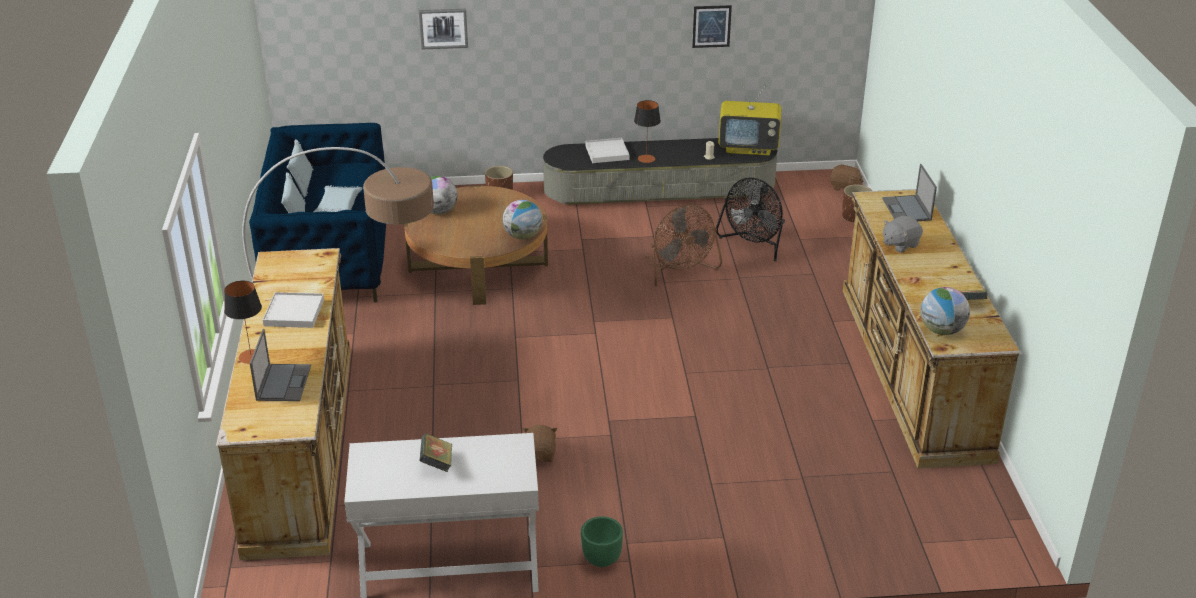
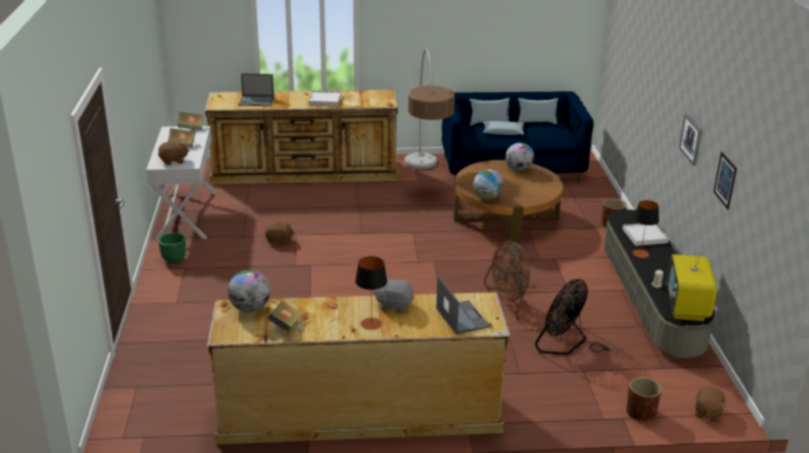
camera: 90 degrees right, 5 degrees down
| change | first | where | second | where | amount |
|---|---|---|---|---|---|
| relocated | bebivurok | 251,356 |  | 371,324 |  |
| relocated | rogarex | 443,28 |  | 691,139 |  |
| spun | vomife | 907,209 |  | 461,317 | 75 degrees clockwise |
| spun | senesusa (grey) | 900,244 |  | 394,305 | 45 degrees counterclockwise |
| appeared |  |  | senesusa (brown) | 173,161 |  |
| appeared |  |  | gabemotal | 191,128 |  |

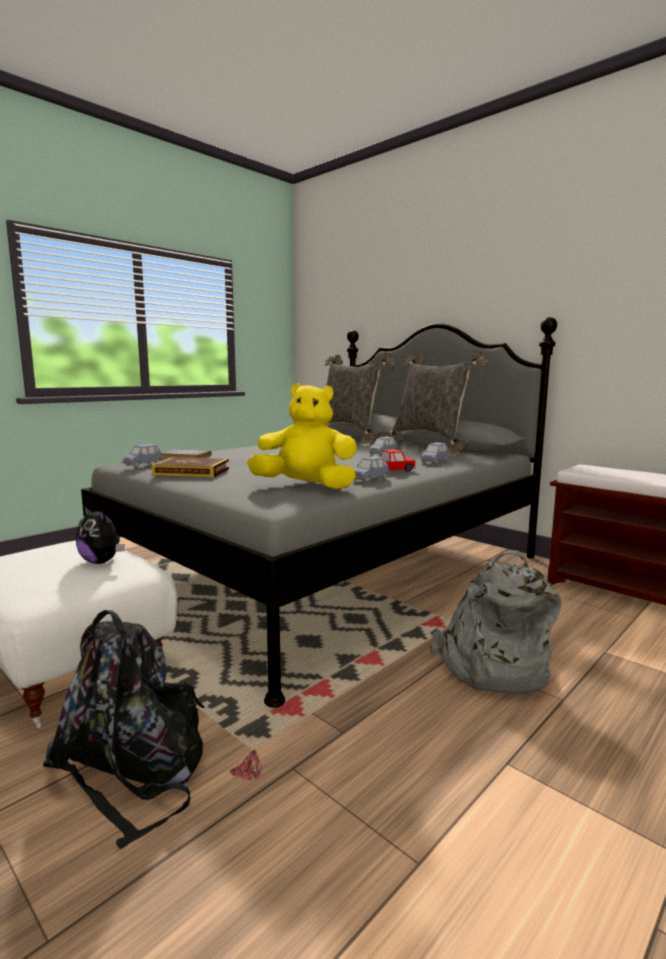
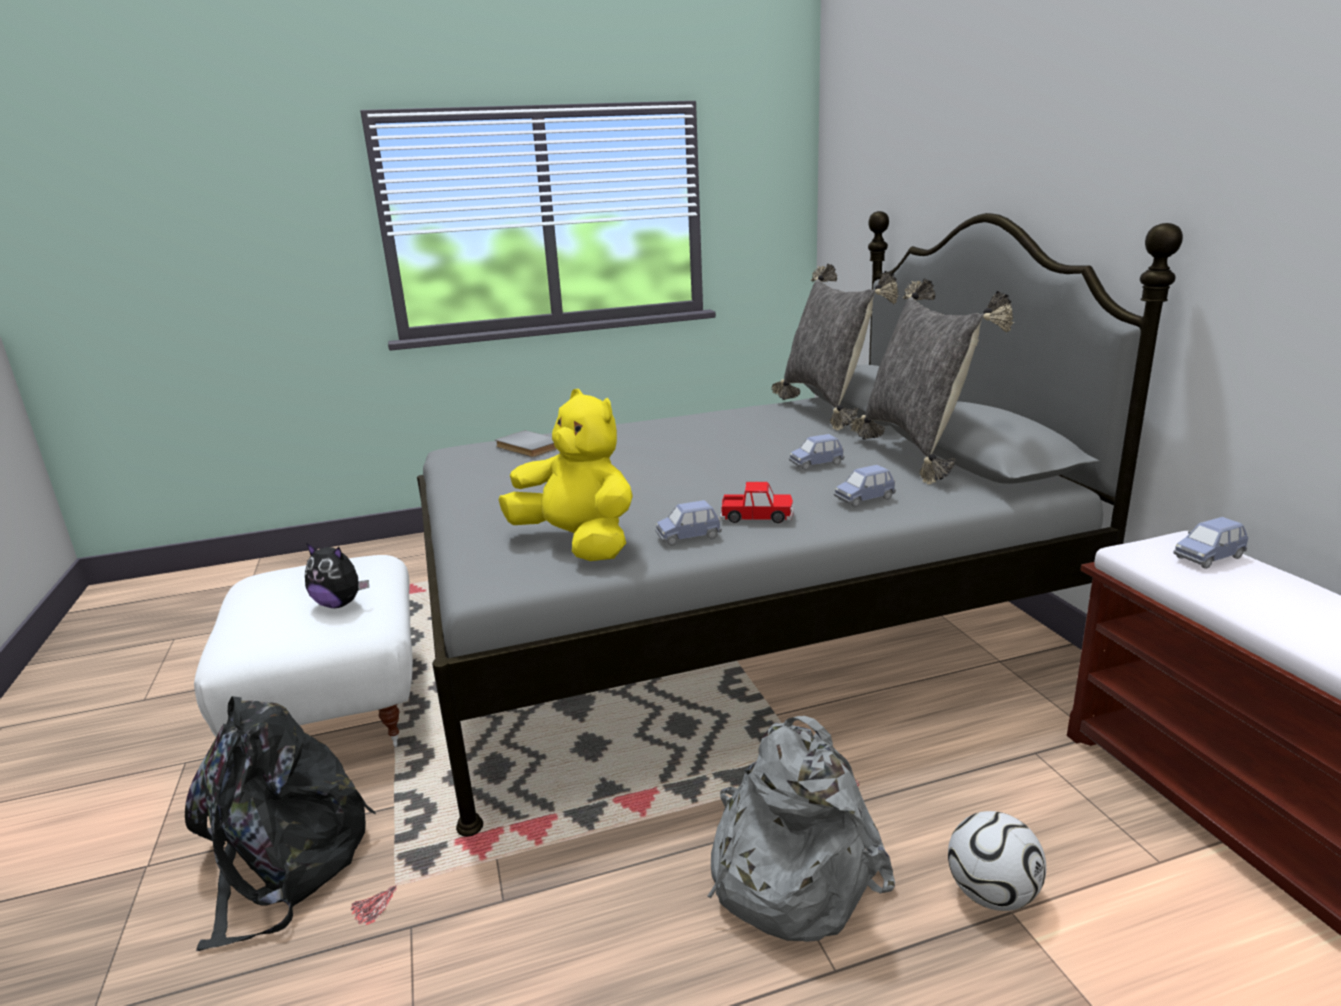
camera: 30 degrees right, 10 degrees up
| change | first | where | second | where | amount |
|---|---|---|---|---|---|
| spun | senesusa | 102,561 |  | 340,604 | 45 degrees counterclockwise |
| relocated | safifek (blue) | 143,464 |  | 1208,558 |  |
| missing | gabemotal | 191,472 |  |  |  |
| appeared |  |  | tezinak | 991,893 |  |

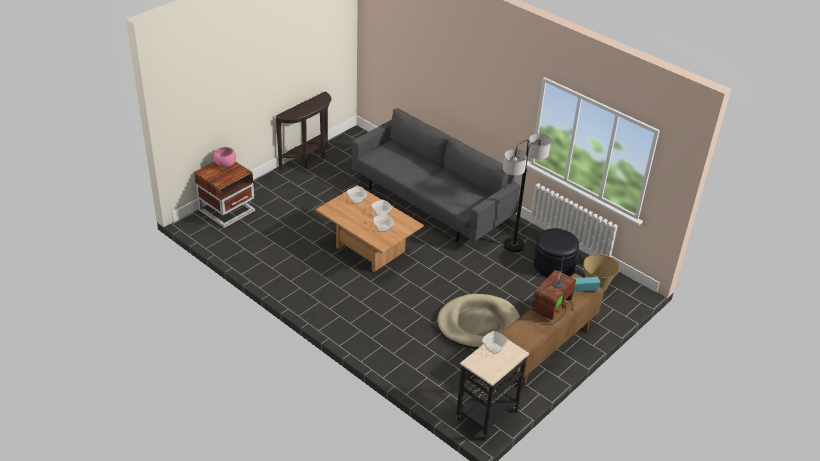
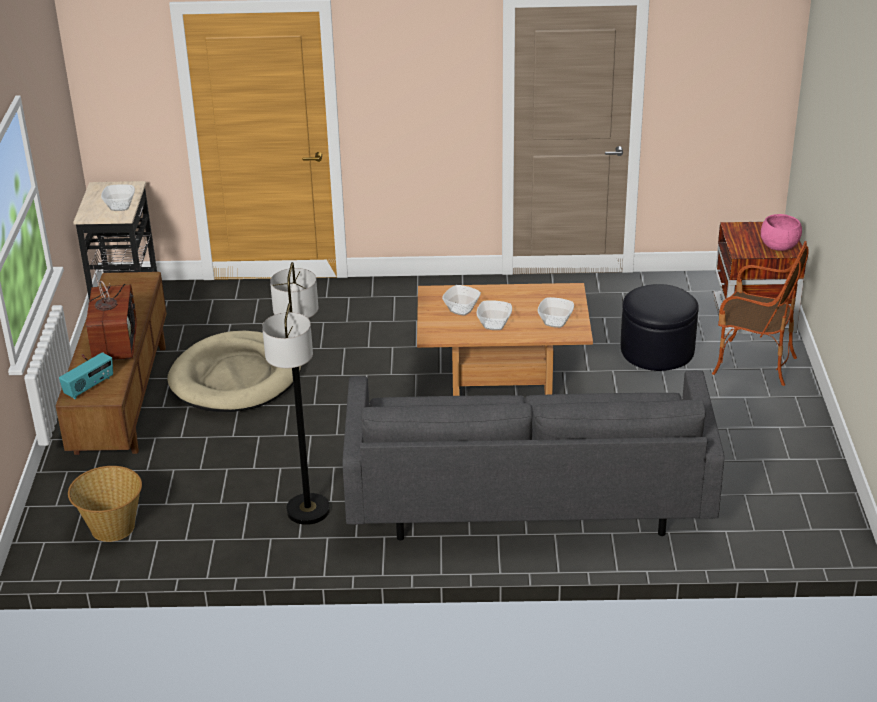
camera: 140 degrees right, 5 degrees down
| change | first | where | second | where | amount |
|---|---|---|---|---|---|
| missing | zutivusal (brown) | 309,159 |  |  |  |
| relocated | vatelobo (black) | 553,265 |  | 657,350 |  |
| appeared |  |  | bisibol | 753,364 |  |

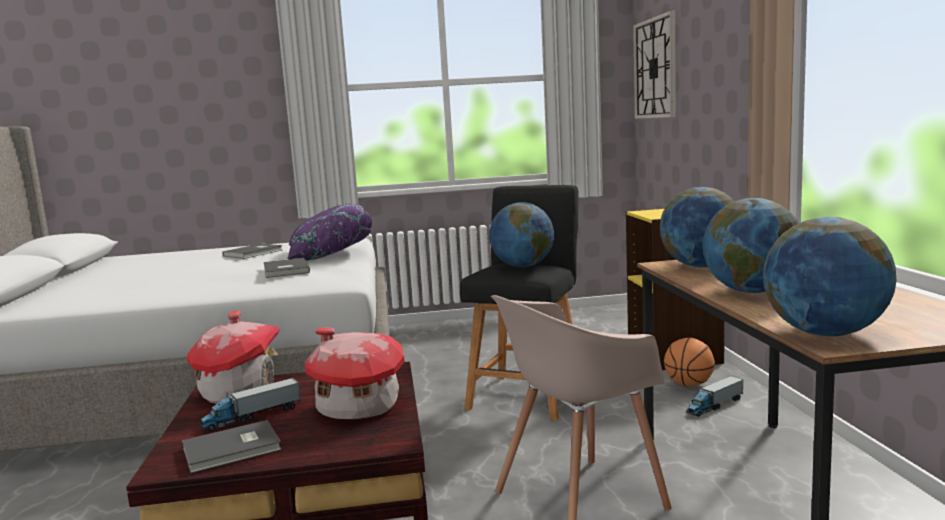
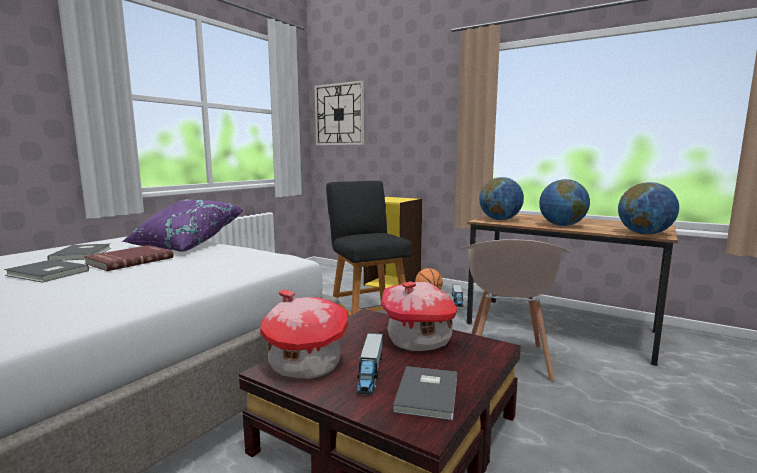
camera: 50 degrees left, 0 degrees up
| change | first | where | second | where | amount |
|---|---|---|---|---|---|
| relocated | gabemotal (grey) | 284,270 |  | 46,273 |  |
| missing | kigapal | 523,266 |  |  |  |
| appeared |  |  | gabemotal (red) | 129,260 |  |

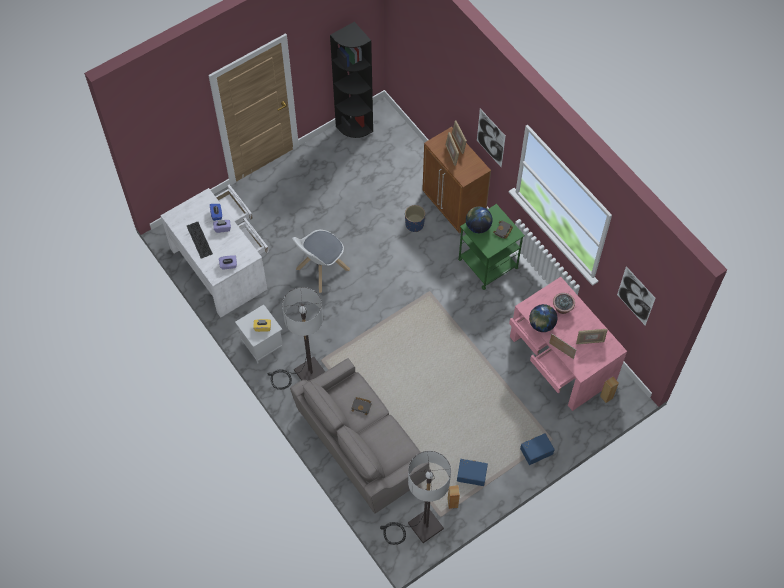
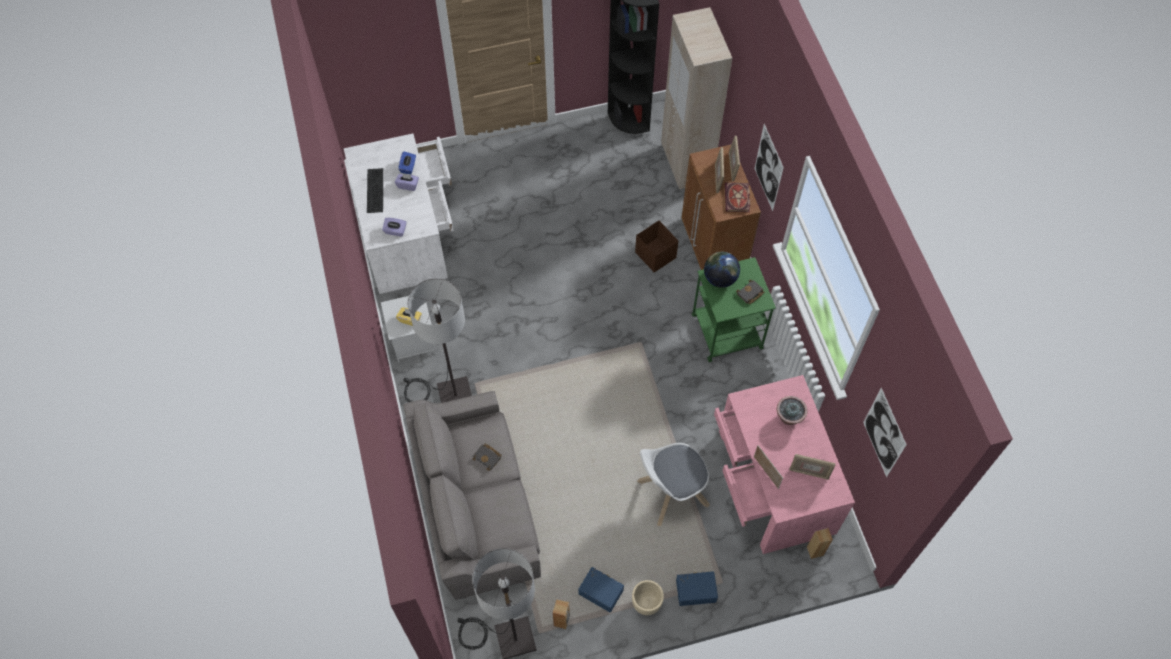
camera: 20 degrees right, 0 degrees up
| change | first | where | second | where | amount |
|---|---|---|---|---|---|
| relocated | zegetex | 321,270 |  | 670,493 |  |
| exchanged | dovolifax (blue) | 414,224 | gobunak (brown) | 655,255 |  |
| missing | kigapal | 541,324 |  |  |  |
| appeared |  |  | dovolifax (beige) | 646,603 |  |
| appeared |  |  | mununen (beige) | 685,165 |  |
| appeared |  |  | gabemotal | 737,199 |  |

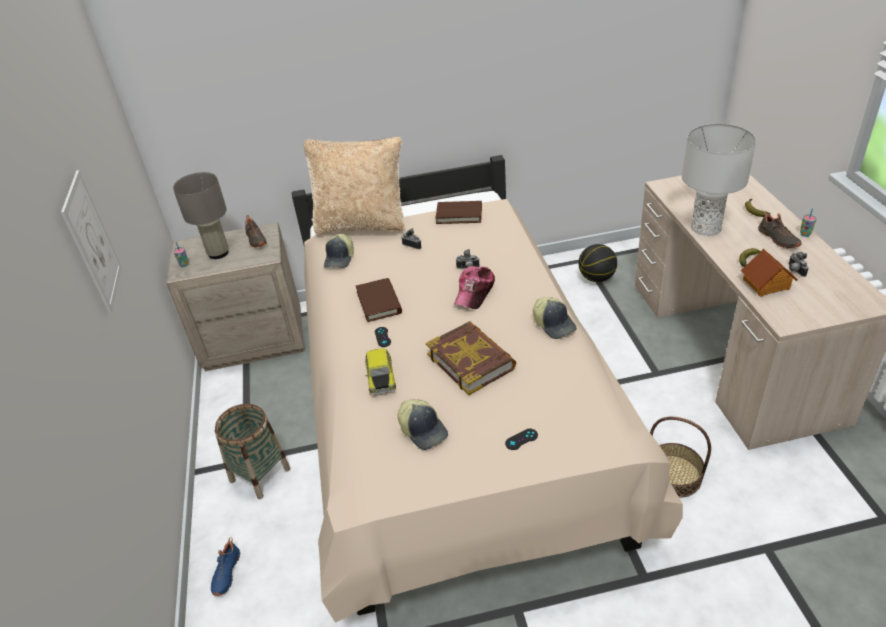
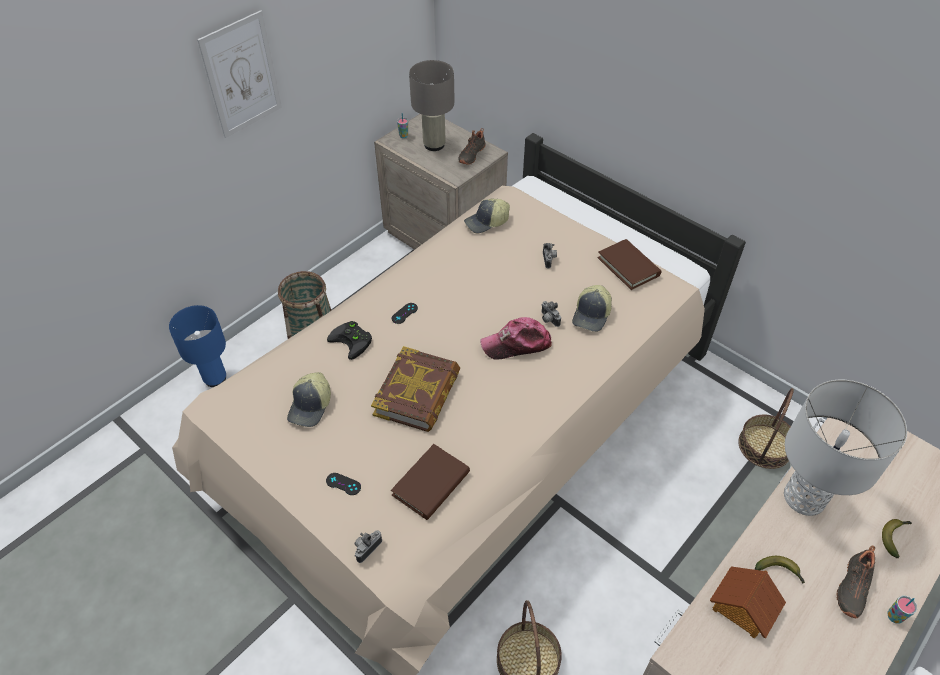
camera: 50 degrees right, 10 degrees up
| change | first | where | second | where | amount |
|---|---|---|---|---|---|
| exchanged | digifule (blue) | 225,573 | bebivurok (blue) | 216,379 |  |
| missing | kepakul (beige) | 362,227 |  |  |  |
| relocated | gabemotal (brown) | 379,302 |  | 431,484 |  |
| exchanged | safifek | 380,378 | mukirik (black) | 353,341 |  |
| relocated | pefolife | 554,324 |  | 592,315 |  |
| exchanged | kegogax | 597,278 | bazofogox | 765,446 |  |
| relocated | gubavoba | 794,271 |  | 367,548 |  |

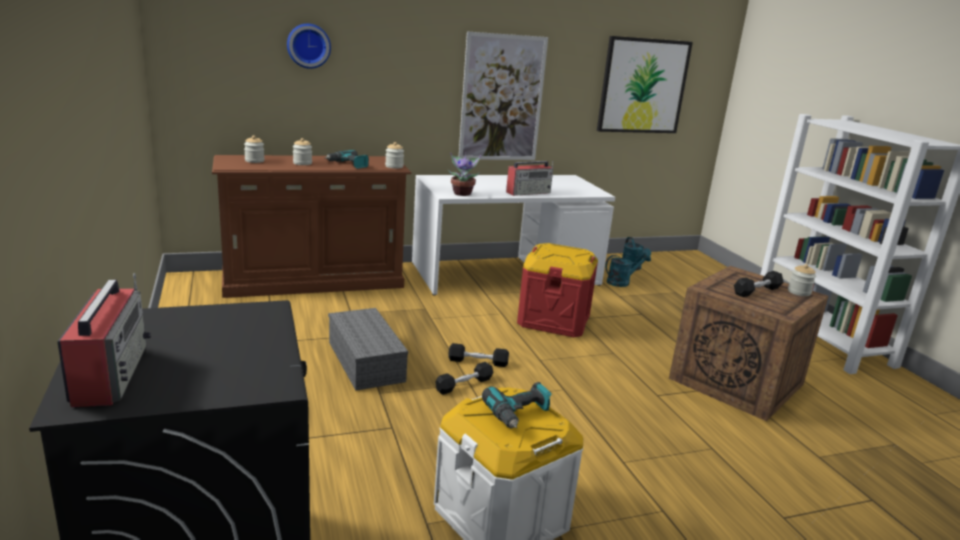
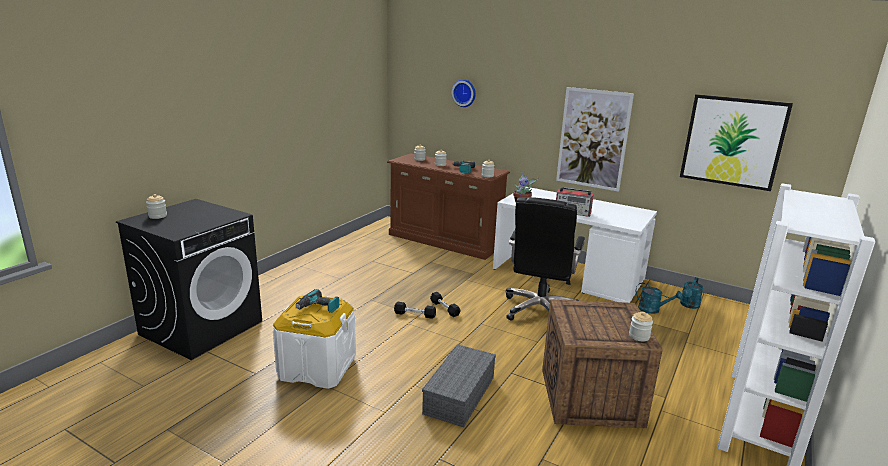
camera: 50 degrees right, 0 degrees up
| change | first | where | second | where | amount |
|---|---|---|---|---|---|
| exchanged | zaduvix | 110,373 | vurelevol | 157,216 |  |
| relocated | gobunak (grey) | 367,362 |  | 460,396 |  |
| exchanged | gobunak (red) | 554,320 | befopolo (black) | 539,309 |  |
| missing | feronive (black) | 757,291 |  |  |  |

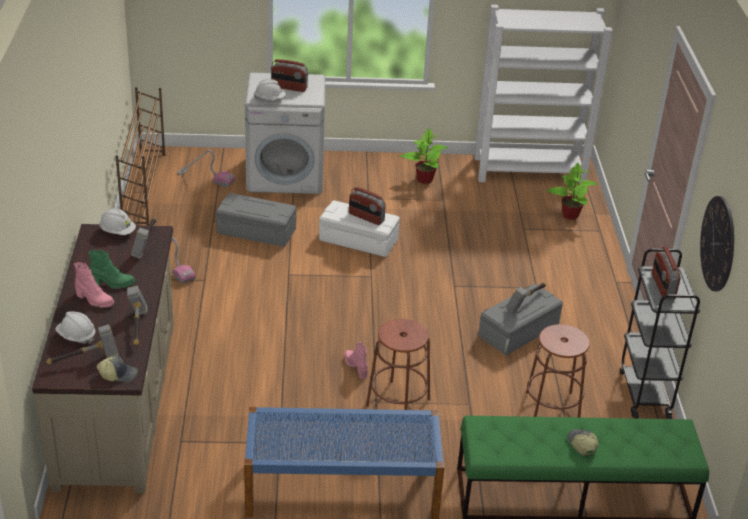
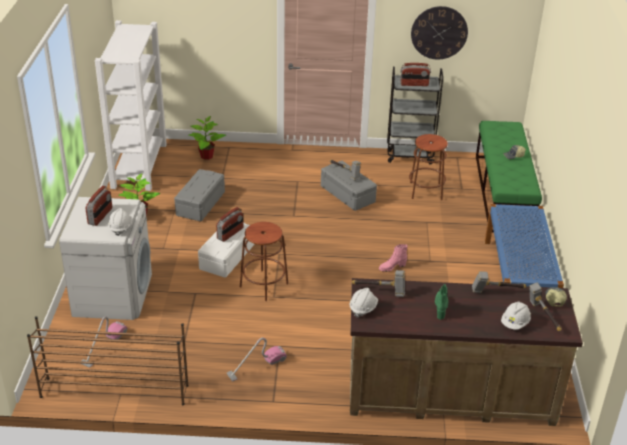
camera: 85 degrees left, 0 degrees up
| change | first | where | second | where | amount |
|---|---|---|---|---|---|
| missing | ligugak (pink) | 94,300 |  |  |  |
| relocated | gobunak (grey) | 257,231 |  | 200,203 |  |
| relocated | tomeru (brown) | 398,402 |  | 264,285 |  |

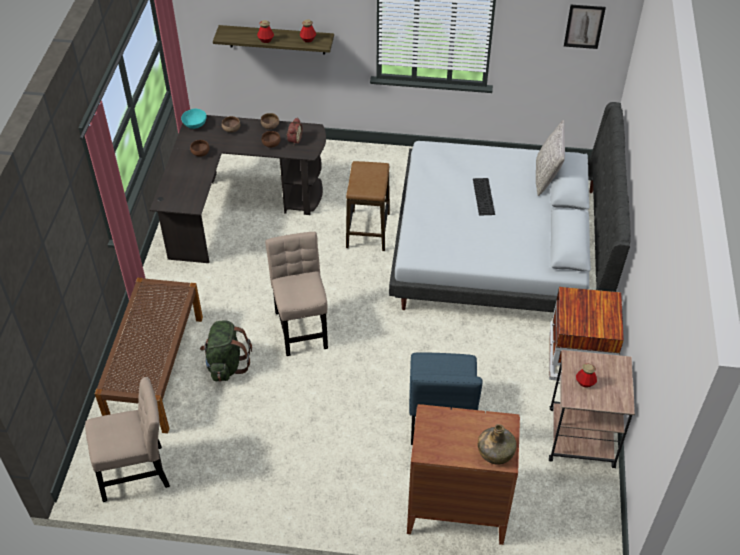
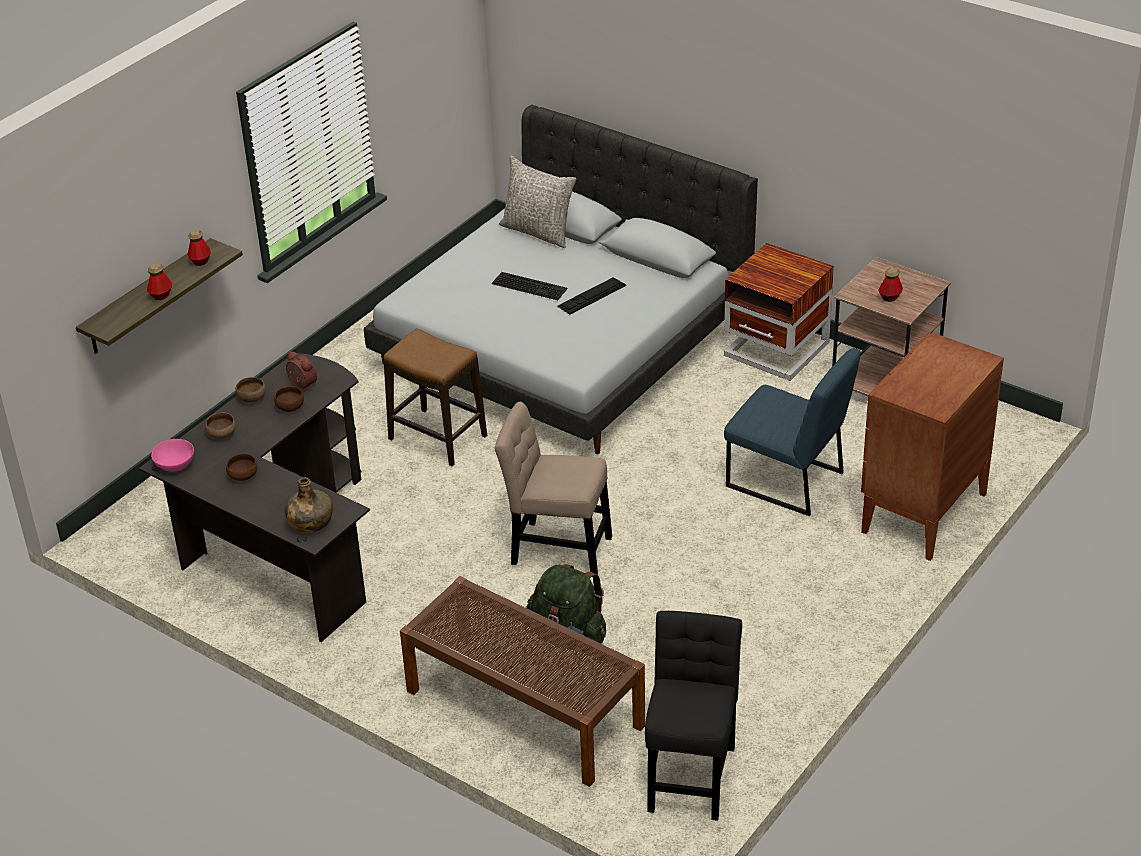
camera: 60 degrees left, 10 degrees down
| change | first | where | second | where | amount |
|---|---|---|---|---|---|
| colour | zegetex (beige) | 137,472 | zegetex (black) | 691,773 |  |
| colour | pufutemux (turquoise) | 195,124 | pufutemux (pink) | 175,465 |  |
| relocated | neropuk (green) | 495,452 |  | 310,522 |  |
| missing | rogarex | 584,26 |  |  |  |
| appeared |  |  | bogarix | 591,296 |  |

